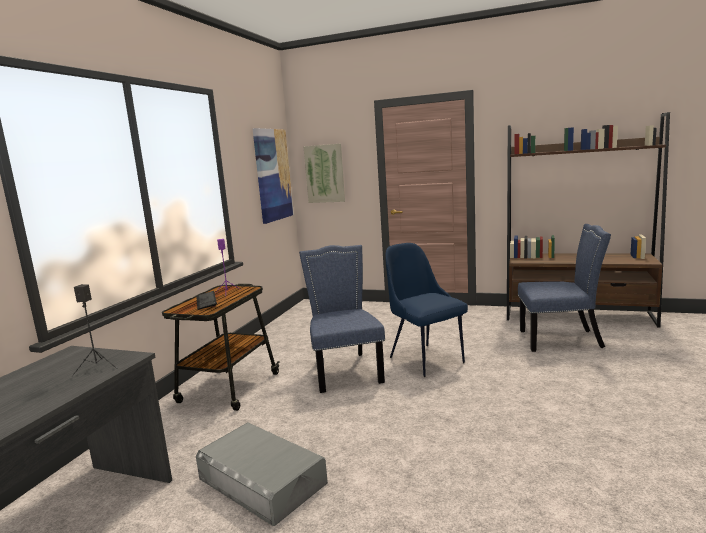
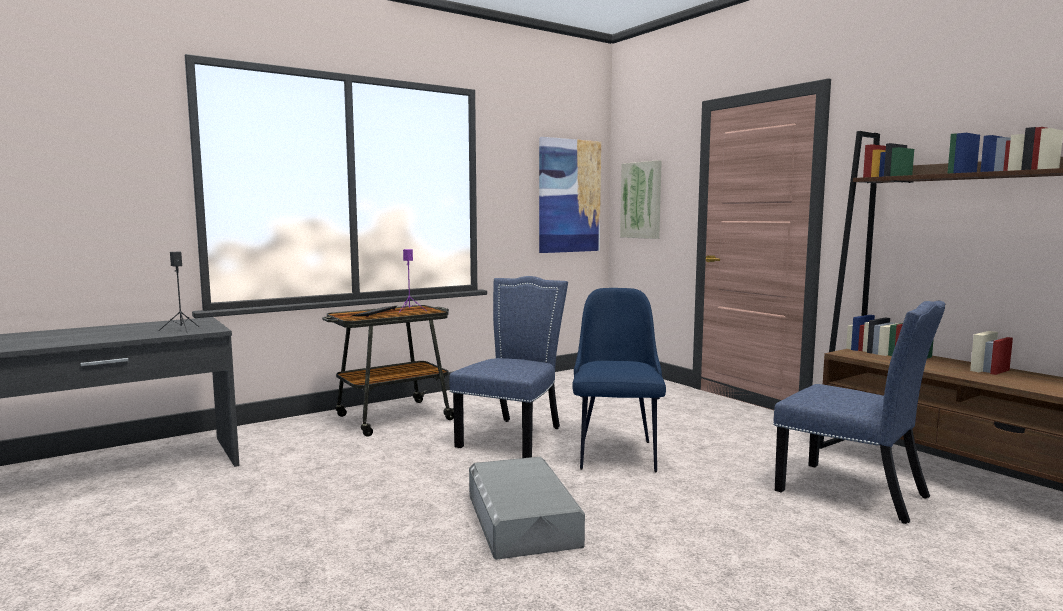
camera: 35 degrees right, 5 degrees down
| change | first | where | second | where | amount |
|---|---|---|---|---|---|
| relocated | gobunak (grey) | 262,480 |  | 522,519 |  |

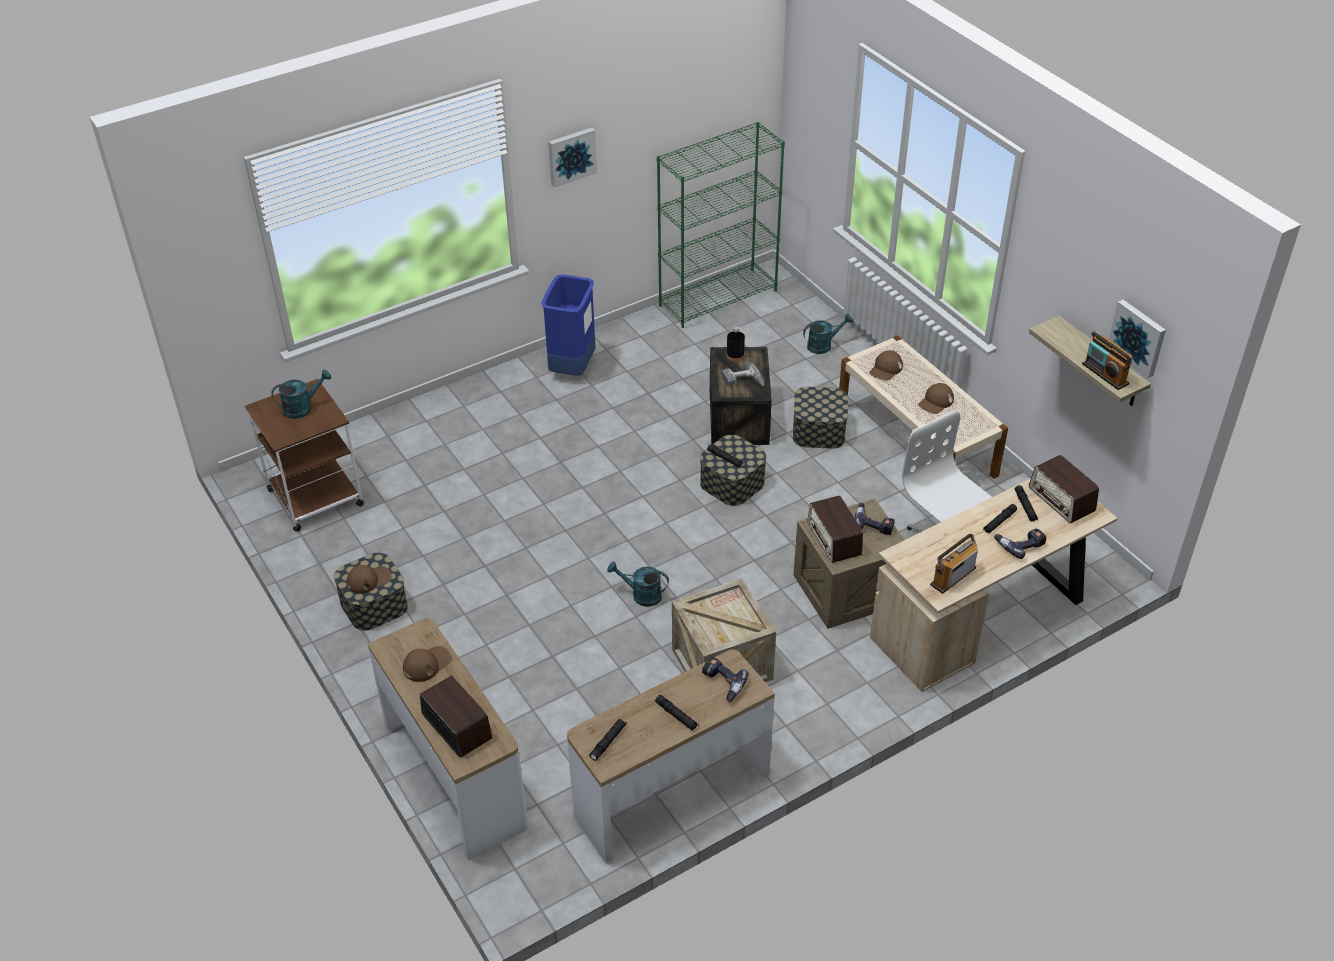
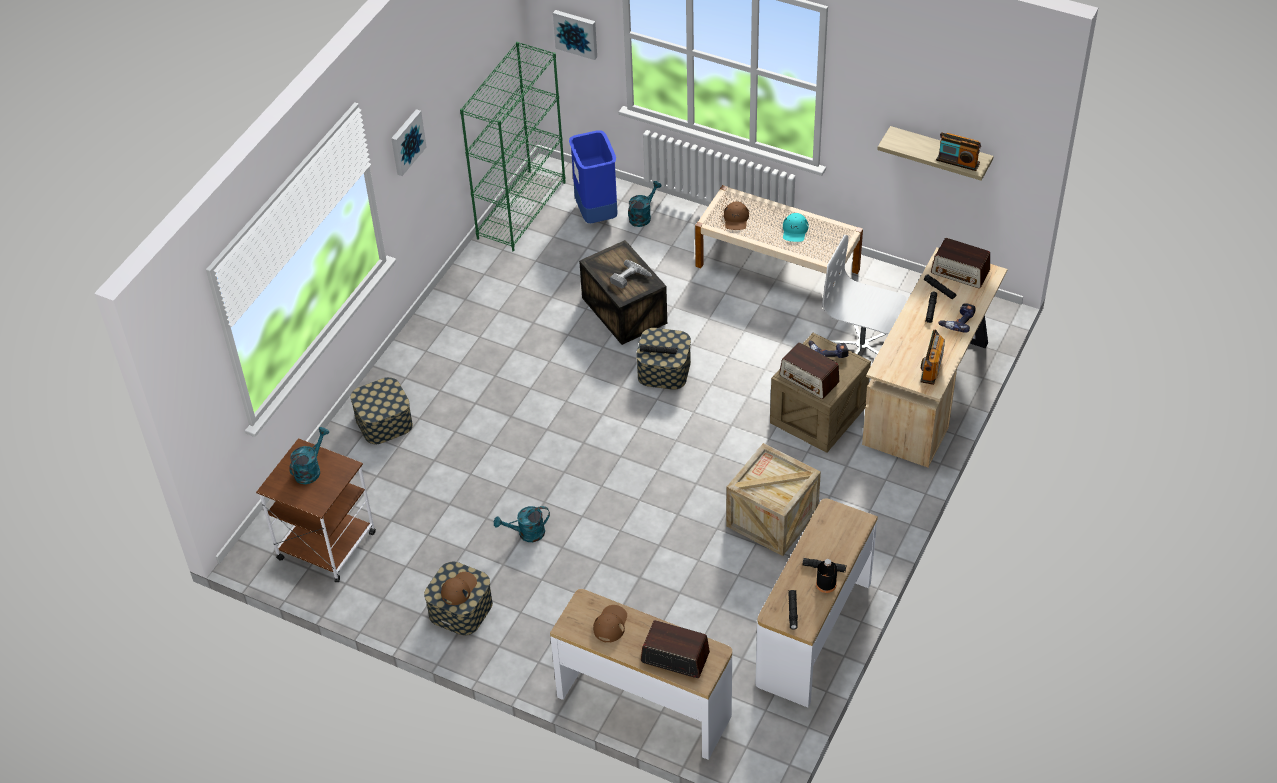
camera: 30 degrees left, 5 degrees up
| change | first | where | second | where | amount |
|---|---|---|---|---|---|
| relocated | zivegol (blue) | 573,367 |  | 597,213 |  |
| relocated | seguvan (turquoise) | 641,595 |  | 526,534 |  |
| missing | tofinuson | 722,684 |  |  |  |
| relocated | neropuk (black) | 735,355 |  | 826,584 |  |
| relocated | gobunak | 818,430 |  | 384,421 |  |
| colour | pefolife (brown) | 936,402 | pefolife (turquoise) | 795,230 |  |
| relocated | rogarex | 1138,337 |  | 576,33 |  |

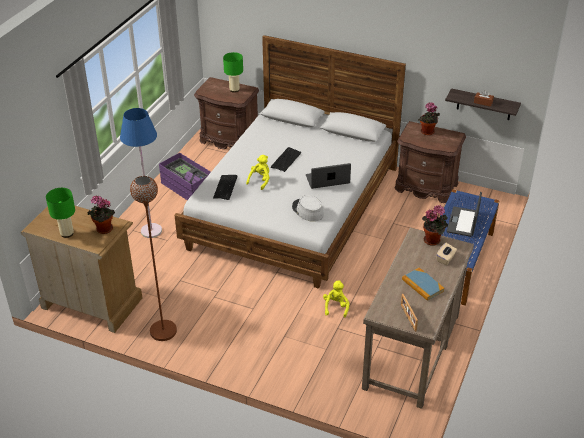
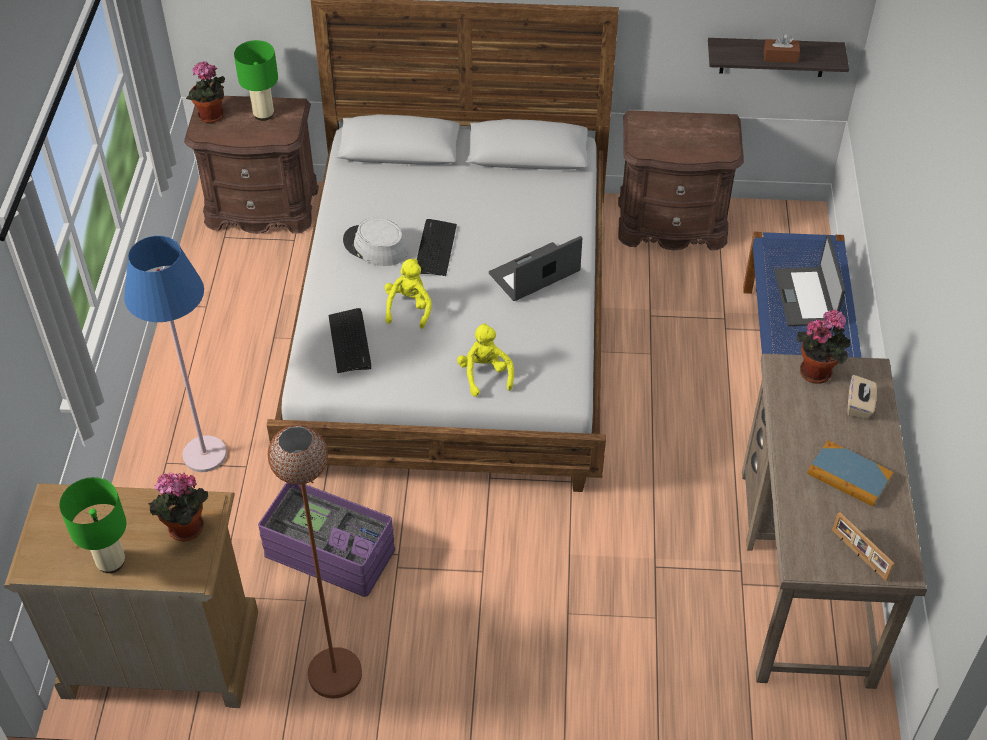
camera: 20 degrees left, 10 degrees up
| change | first | where | second | where | amount |
|---|---|---|---|---|---|
| relocated | gobunak (purple) | 187,186 |  | 330,550 |  |
| relocated | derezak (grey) | 307,211 |  | 375,246 |  |
| relocated | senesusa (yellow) | 336,307 |  | 485,374 |  |
| relocated | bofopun | 427,132 |  | 211,117 |  |

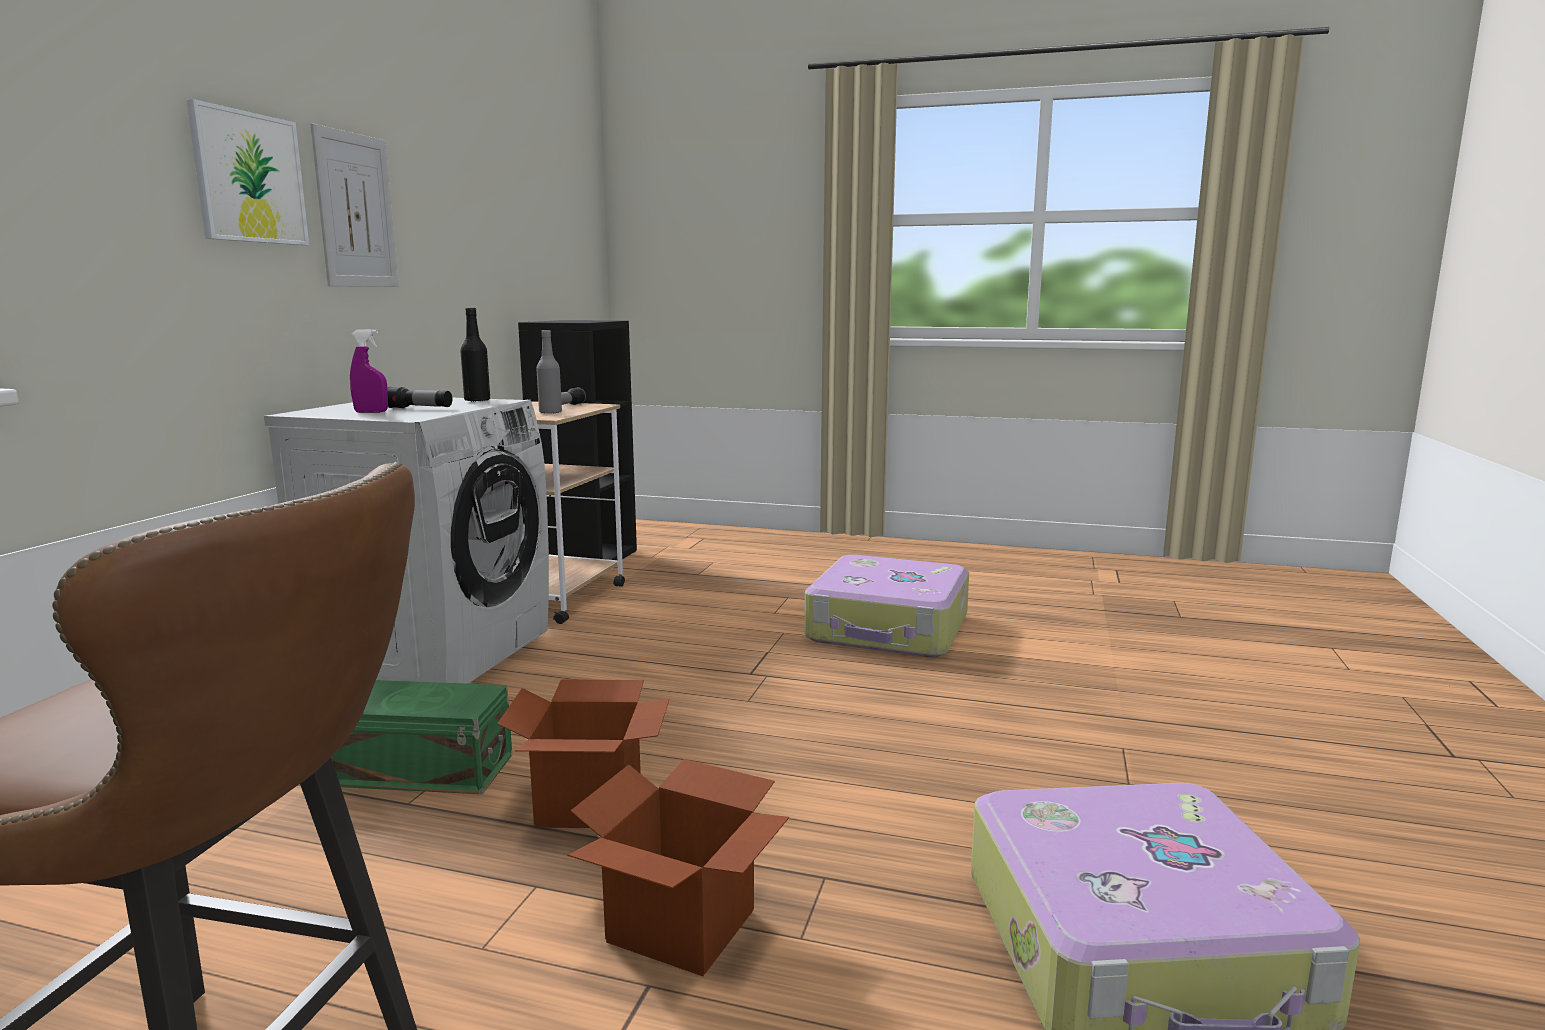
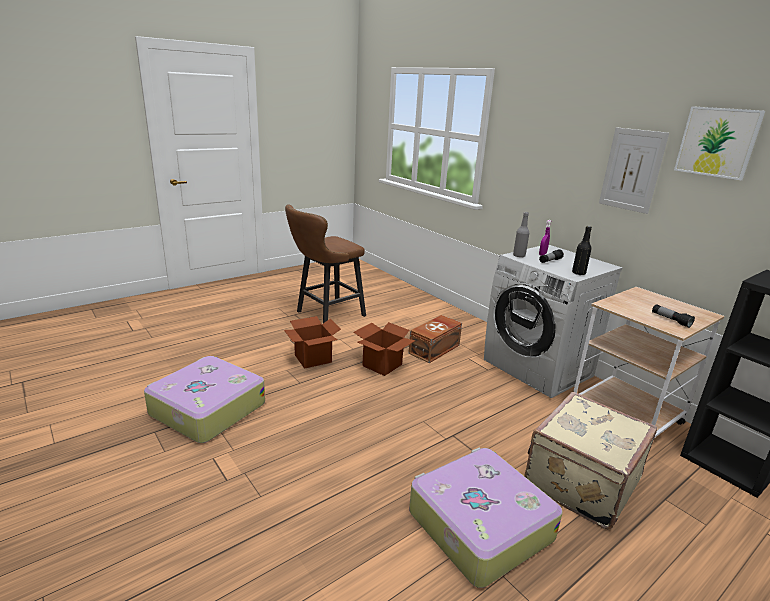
camera: 125 degrees right, 10 degrees up
| change | first | where | second | where | amount |
|---|---|---|---|---|---|
| relocated | rogarex | 249,178 |  | 717,142 |  |
| colour | gobunak (green) | 421,768 | gobunak (brown) | 435,349 |  |
| relocated | neropuk (grey) | 550,413 |  | 519,256 |  |
| appeared |  |  | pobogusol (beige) | 579,481 |  |

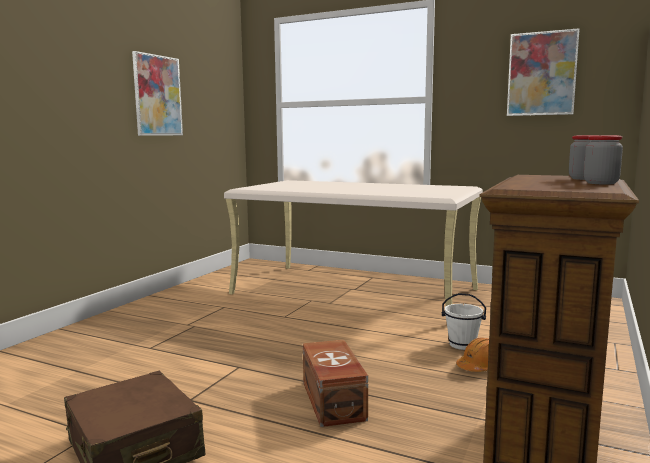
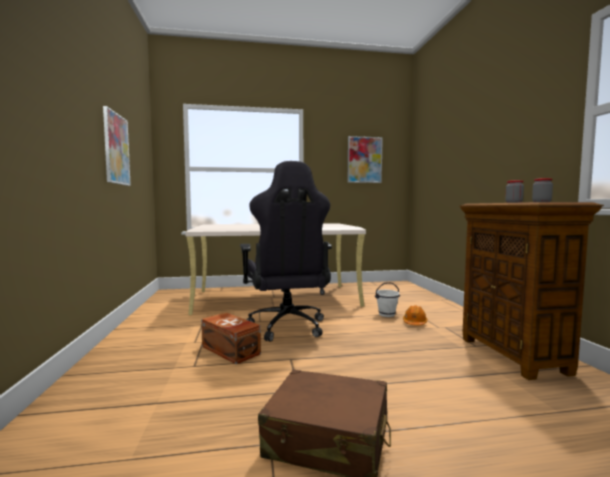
camera: 35 degrees left, 5 degrees down
| change | first | where | second | where | amount |
|---|---|---|---|---|---|
| relocated | gobunak (brown) | 332,401 |  | 230,350 |  |
| appeared |  |  | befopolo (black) | 286,325 |  |

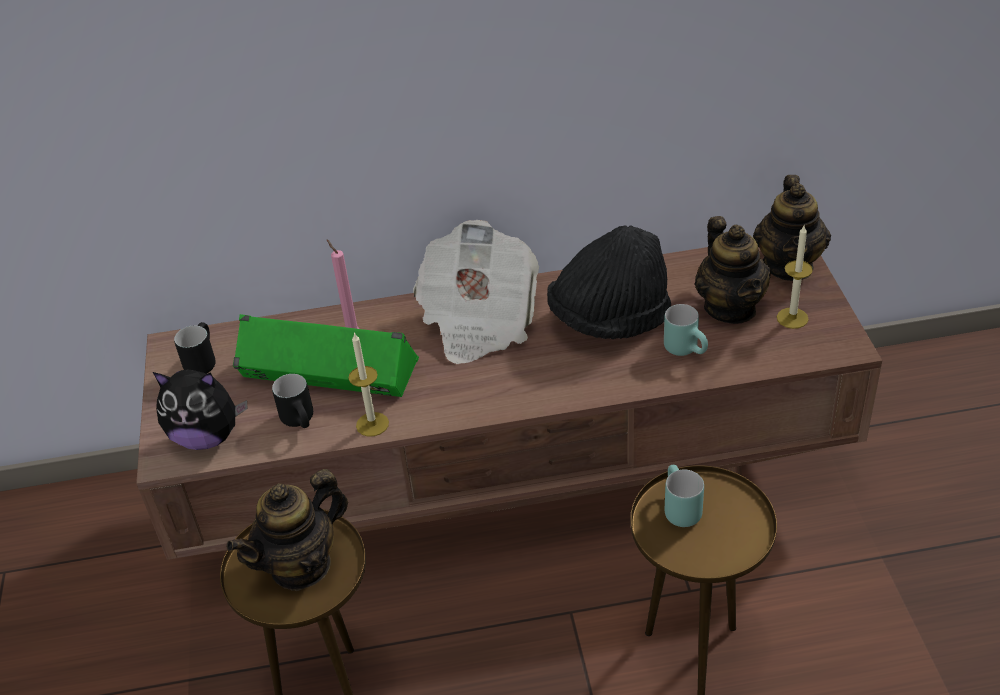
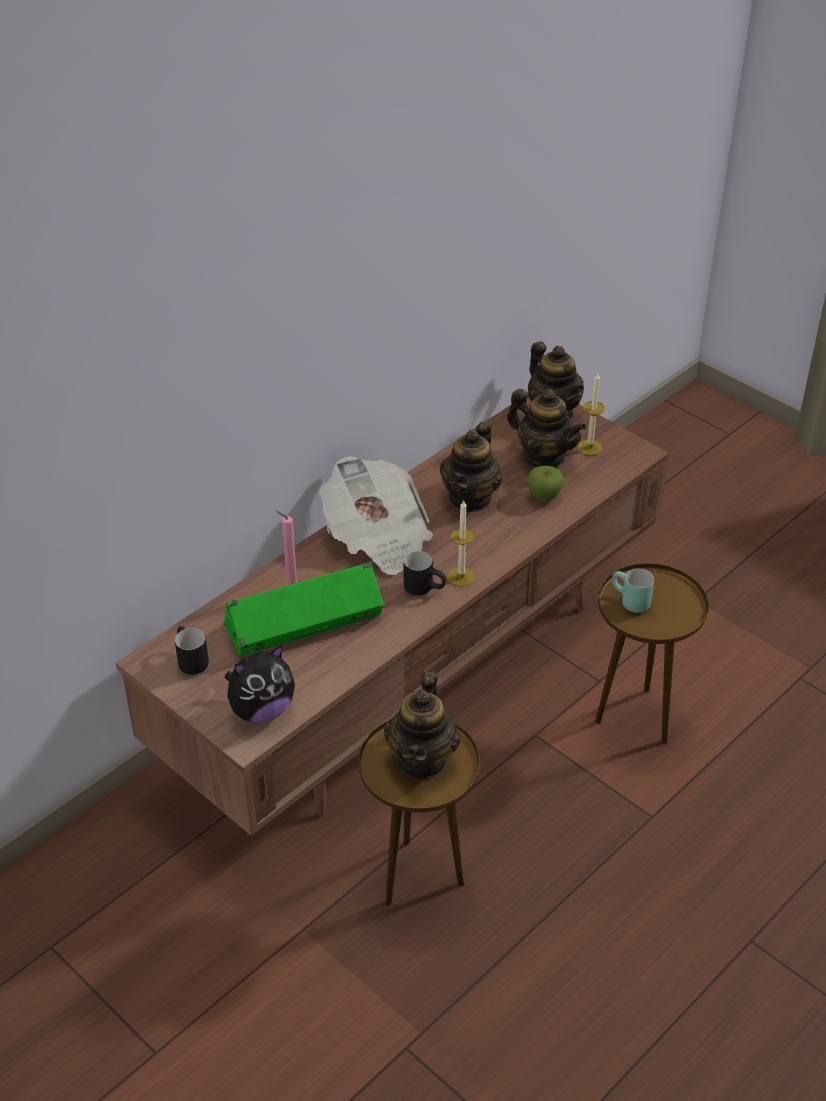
camera: 40 degrees left, 0 degrees up
| change | first | where | second | where | amount |
|---|---|---|---|---|---|
| relocated | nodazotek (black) | 302,420 |  | 425,588 |  |
| relocated | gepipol | 372,424 |  | 461,577 |  |
| exchanged | derezak (black) | 609,319 | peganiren | 471,498 |  |
| exchanged | nodazotek (turquoise) | 687,349 | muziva | 544,496 |  |

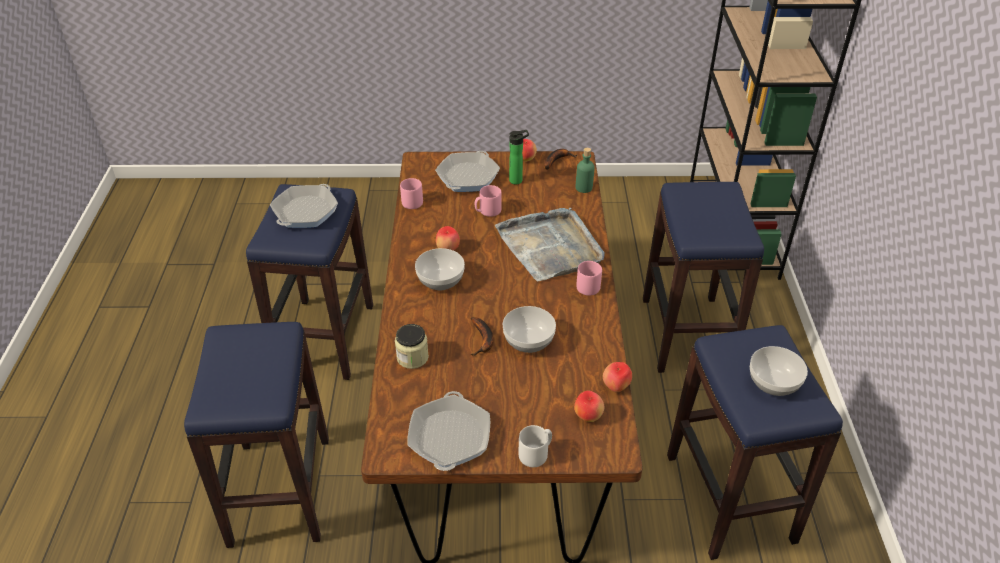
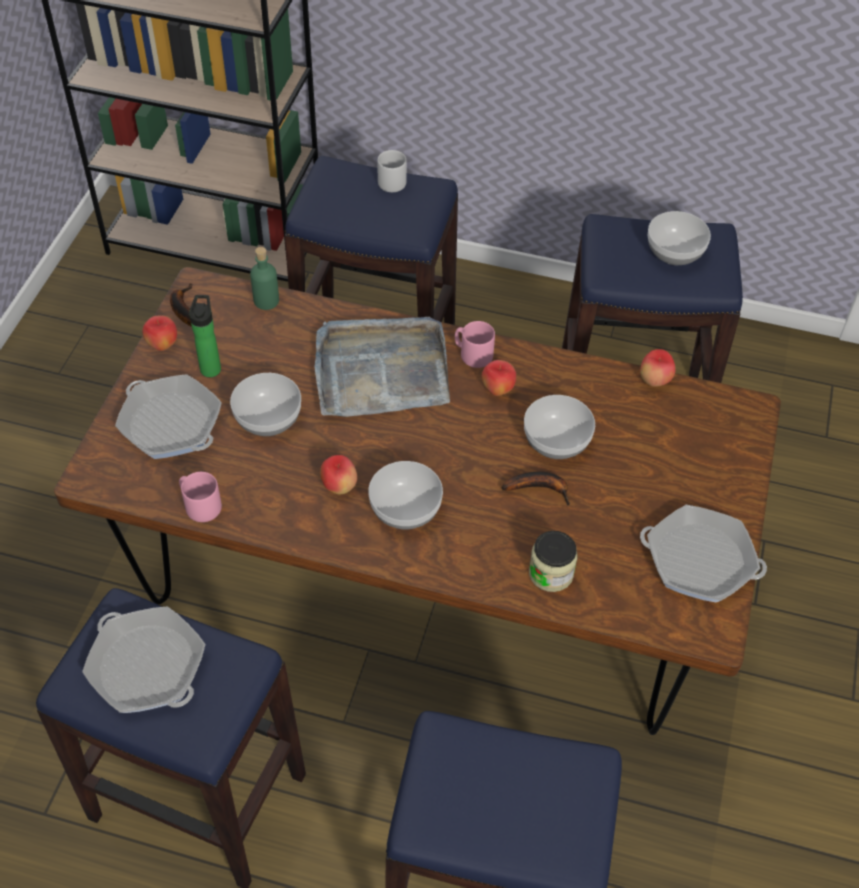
camera: 75 degrees left, 10 degrees up
| change | first | where | second | where | amount |
|---|---|---|---|---|---|
| exchanged | nodazotek (pink) | 487,211 | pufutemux | 269,420 |  |
| relocated | nodazotek (grey) | 536,454 |  | 390,181 |  |
| relocated | muziva | 588,416 |  | 498,390 |  |

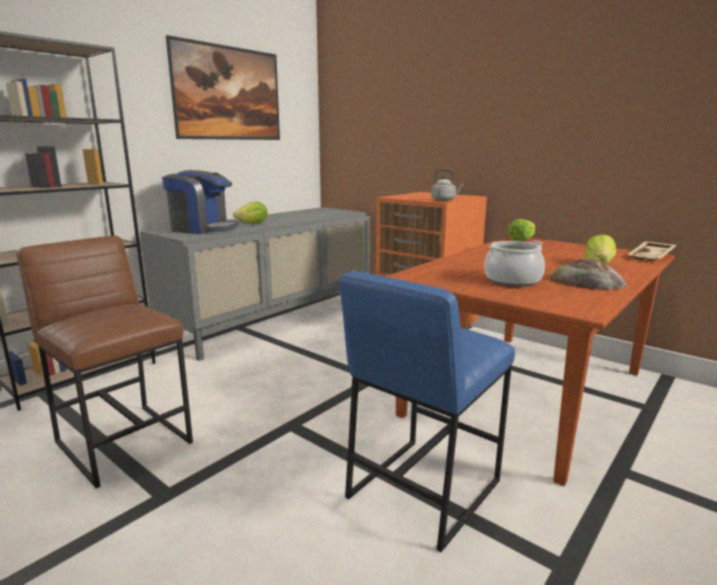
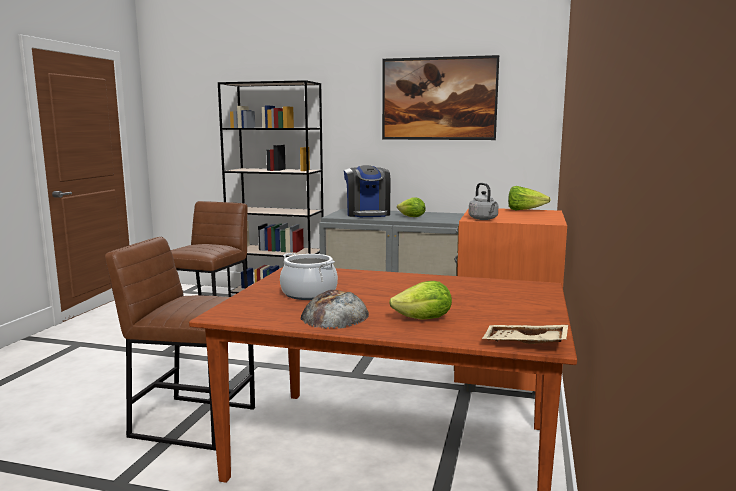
camera: 65 degrees right, 5 degrees down
| change | first | where | second | where | amount |
|---|---|---|---|---|---|
| colour | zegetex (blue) | 422,490 | zegetex (brown) | 192,421 |  |
| relocated | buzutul | 521,240 |  | 524,210 |  |

